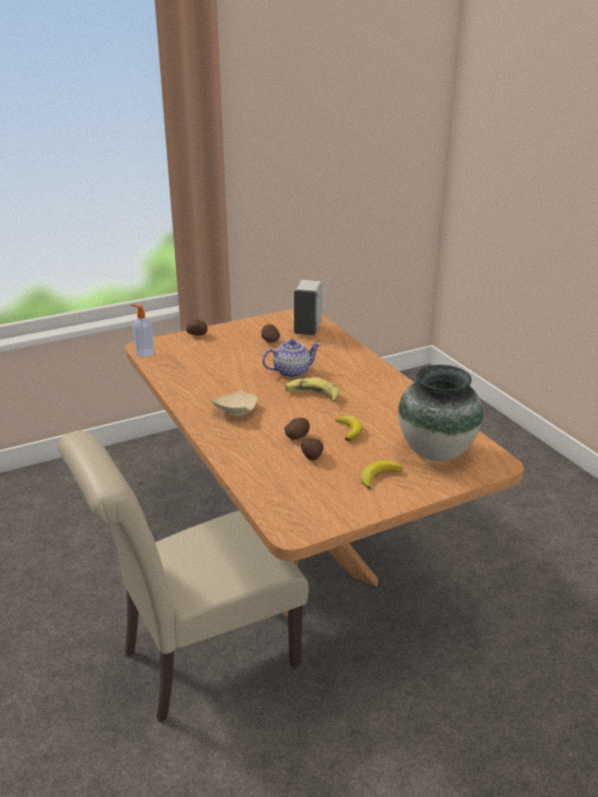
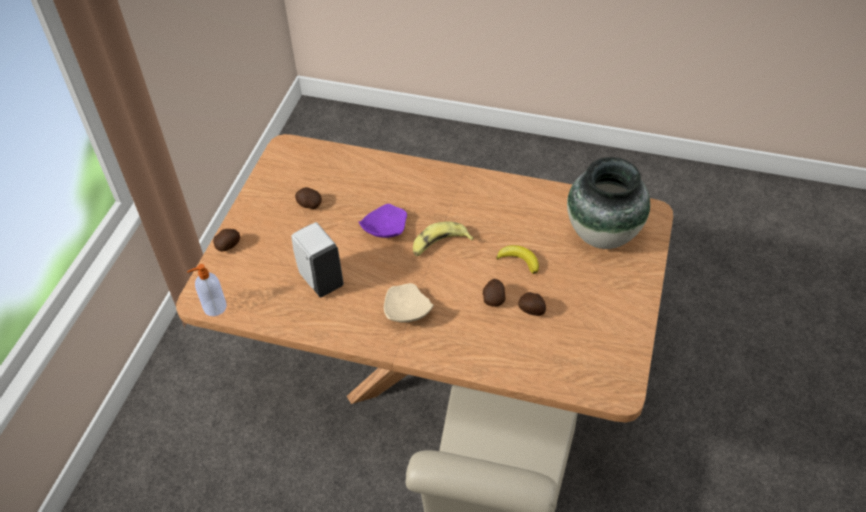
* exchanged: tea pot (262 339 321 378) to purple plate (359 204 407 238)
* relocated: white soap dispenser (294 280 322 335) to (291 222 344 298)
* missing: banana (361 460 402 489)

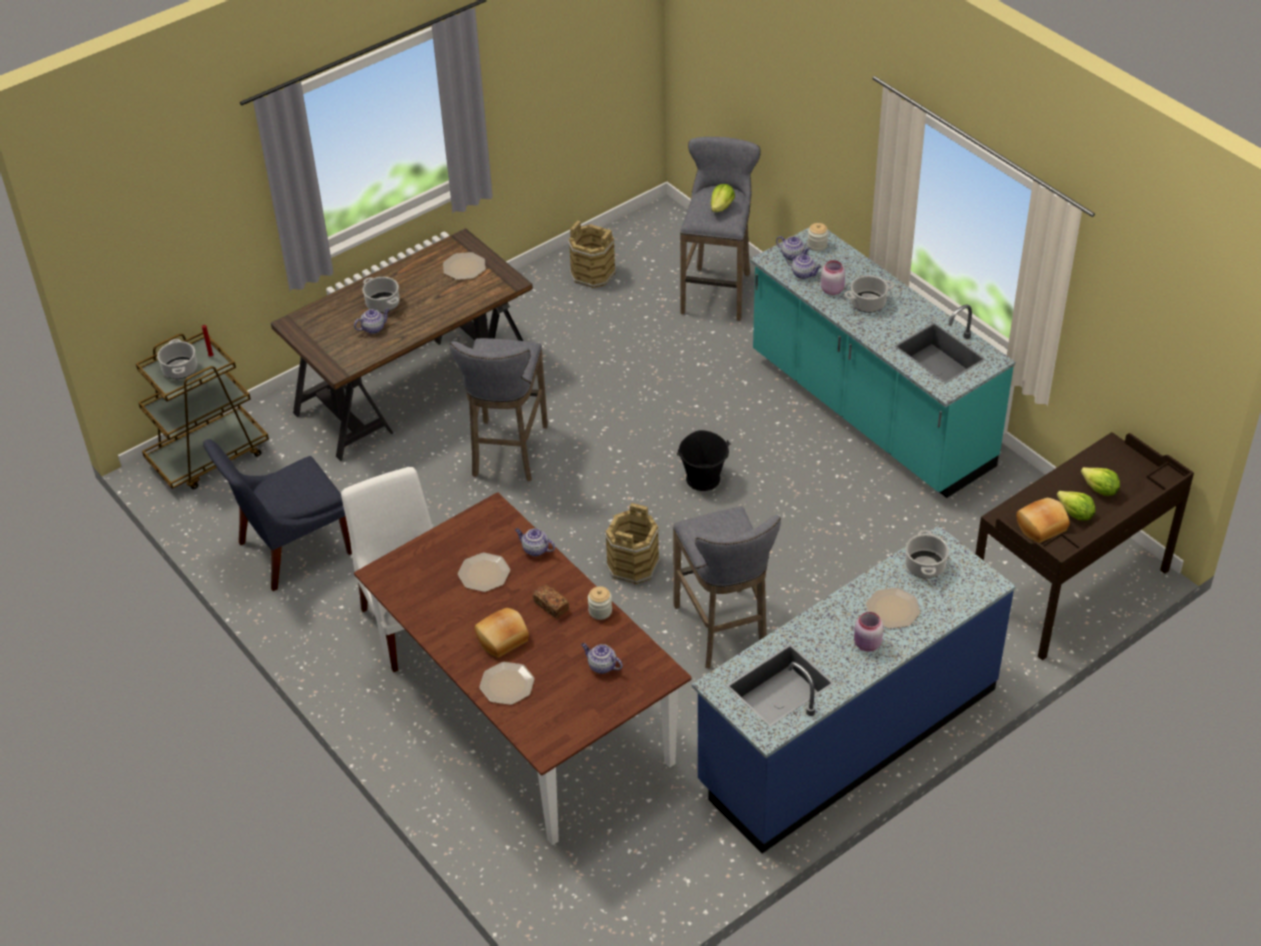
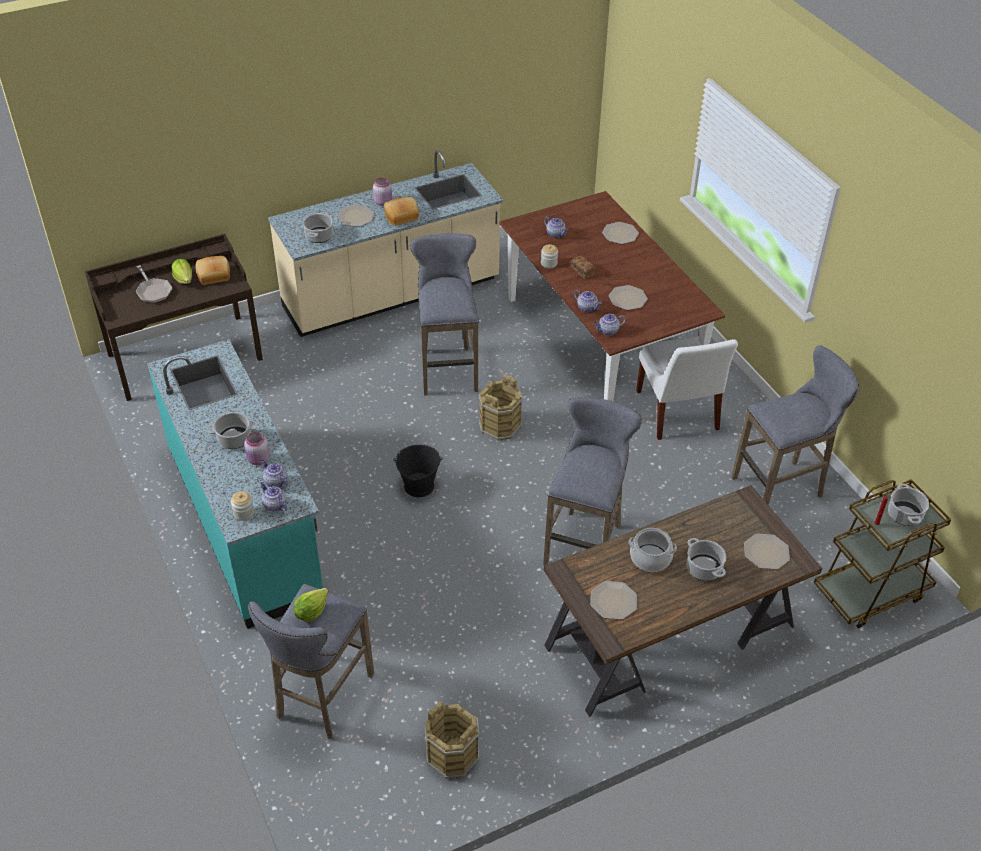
* exchanged: blue upright chair (203 439 352 591) to grey stool seat (731 345 859 505)
* relocated: tea pot (354 308 390 334) to (593 314 626 336)
* relocated: bread (474 608 529 658) to (384 197 419 226)
* colour: blue counter (692 525 1016 854) to beige-coloured counter (268 150 503 337)
* exchanged: lettuce head (1081 467 1120 496) to skillet (136 265 172 303)
* appeared: saucepot (629 528 677 572)
* appeared: plate (744 533 790 569)

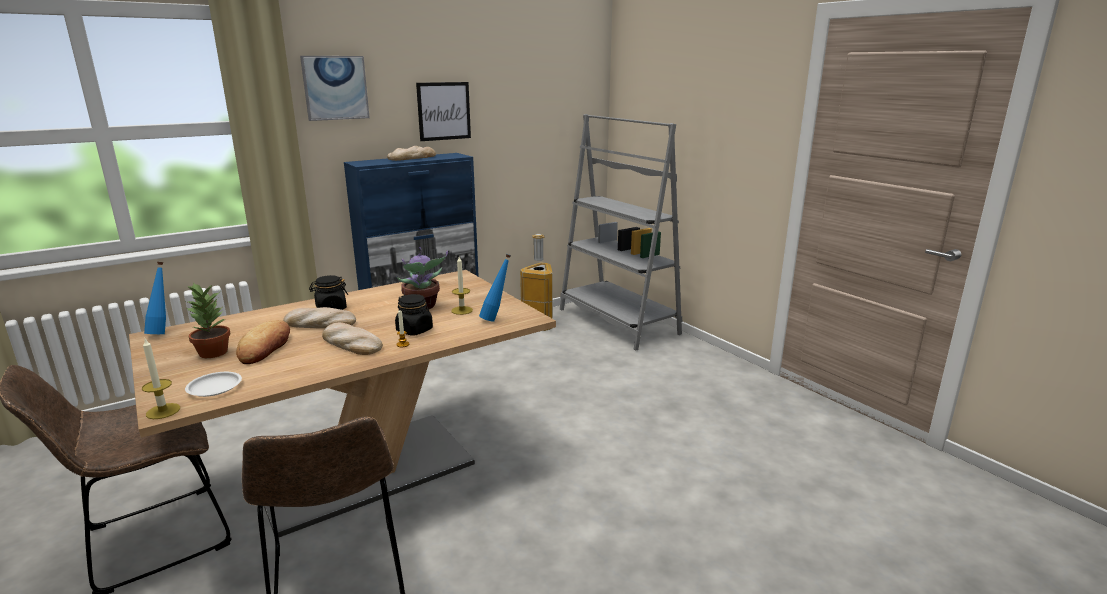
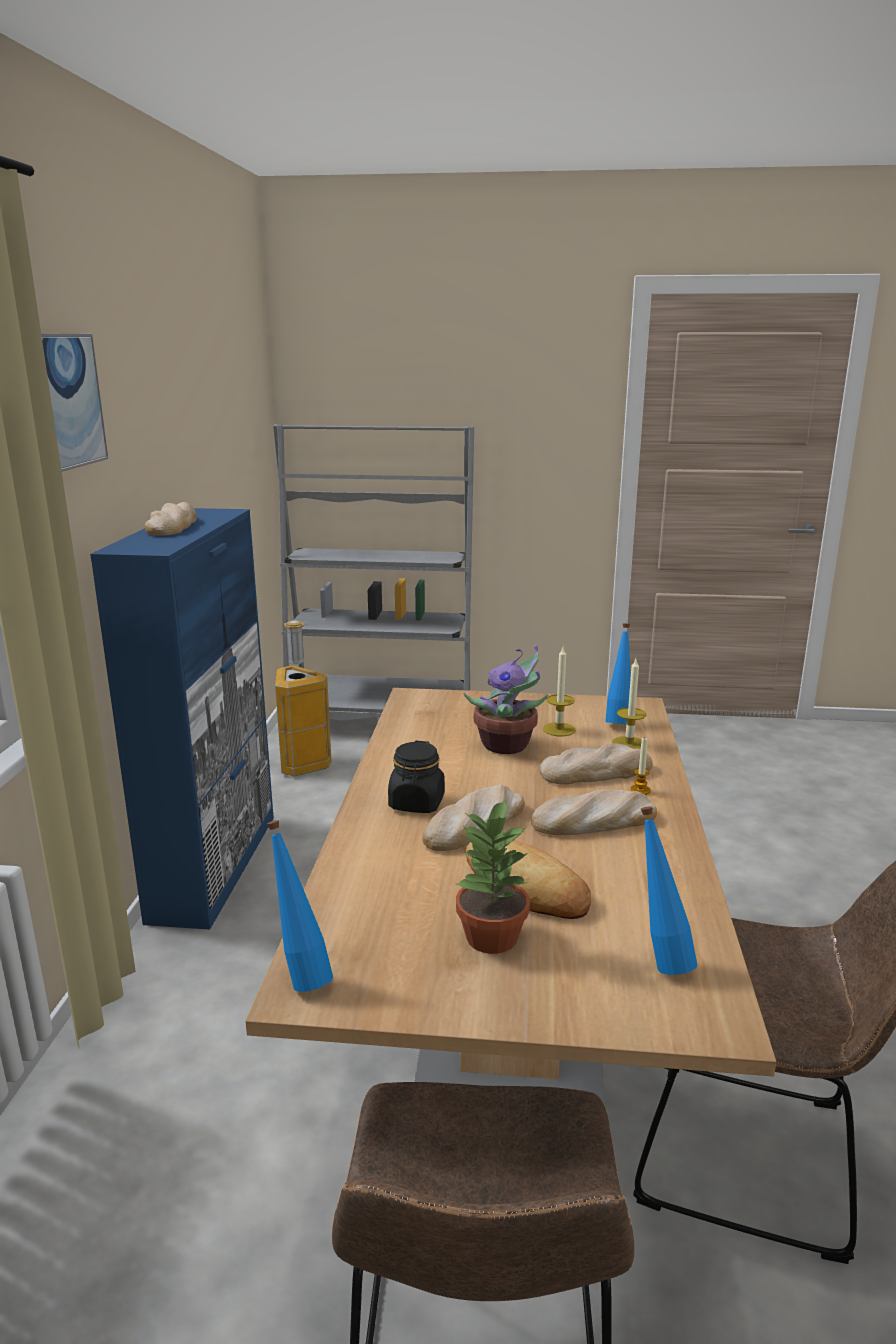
* relocated: wax candle (142 339 180 419) to (612 659 646 749)
* exchanged: white plate (185 372 242 397) to blue drink bottle (641 806 697 975)
* exchanged: black-coloured jar (395 294 433 336) to bread (539 744 653 785)
* missing: wall art (416 82 471 141)

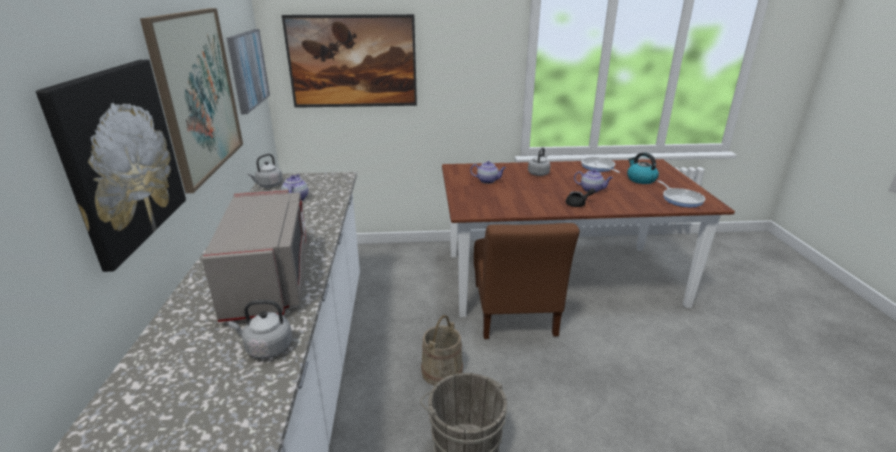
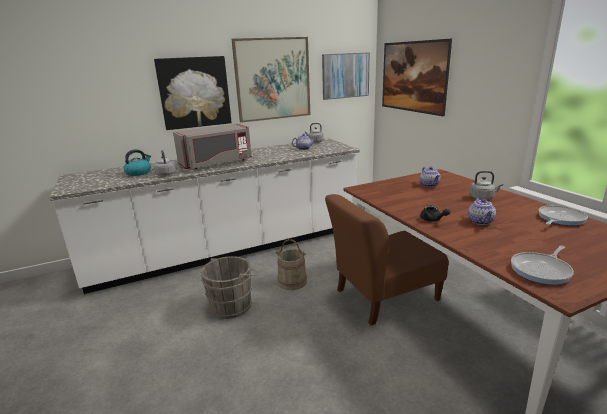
* relocated: water kettle (627 152 659 184) to (123 149 151 176)

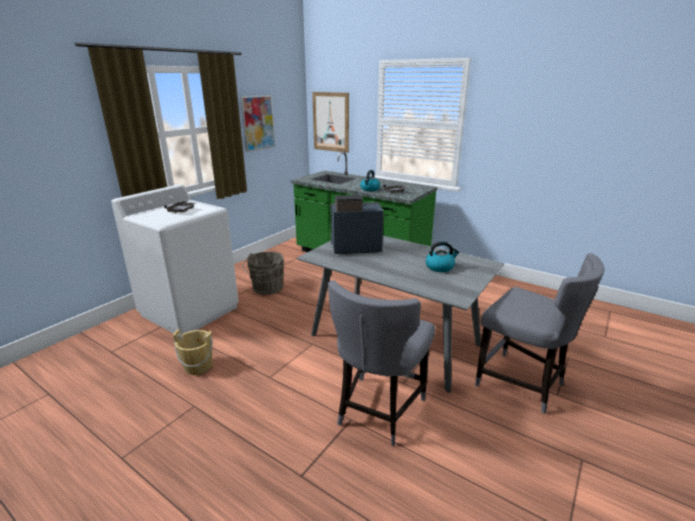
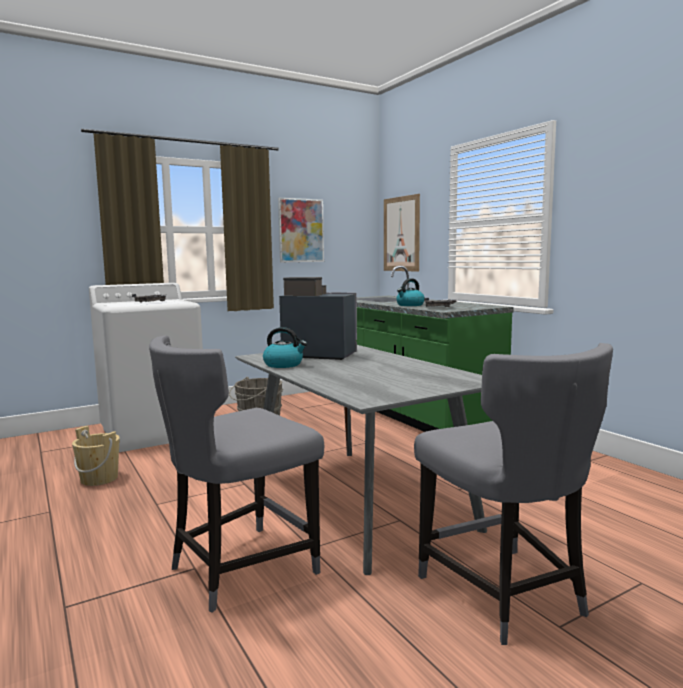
* relocated: water kettle (426 242 459 272) to (263 327 307 368)

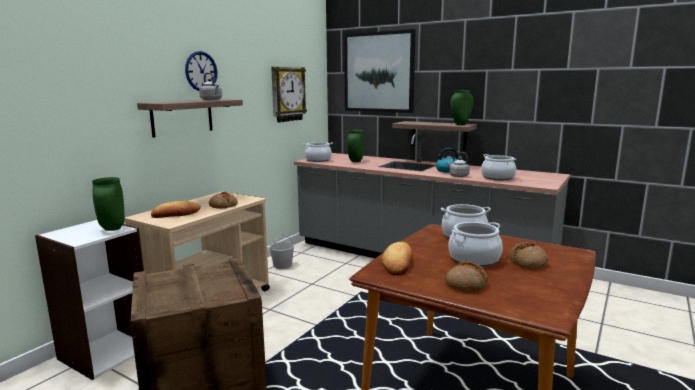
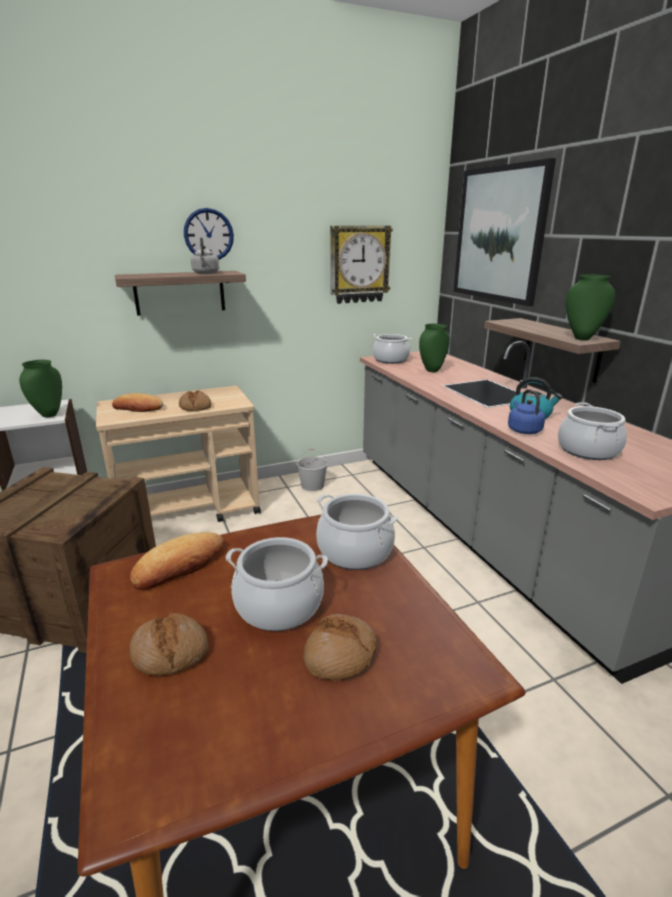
* colour: grey water kettle (446 152 470 177) to blue water kettle (508 389 545 434)

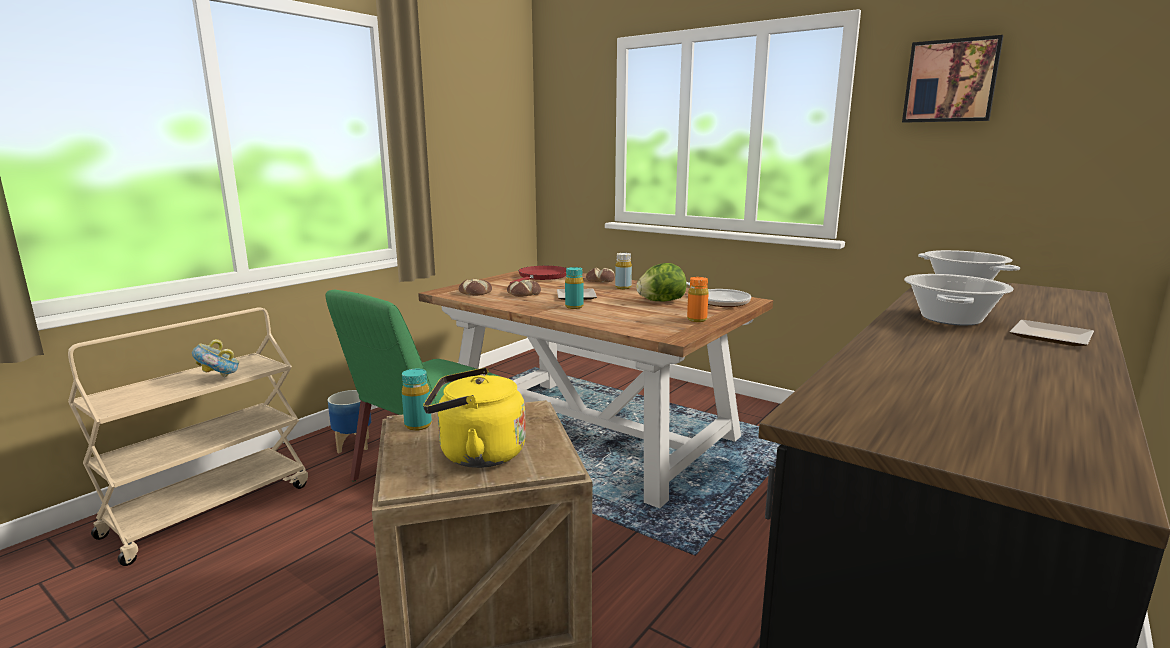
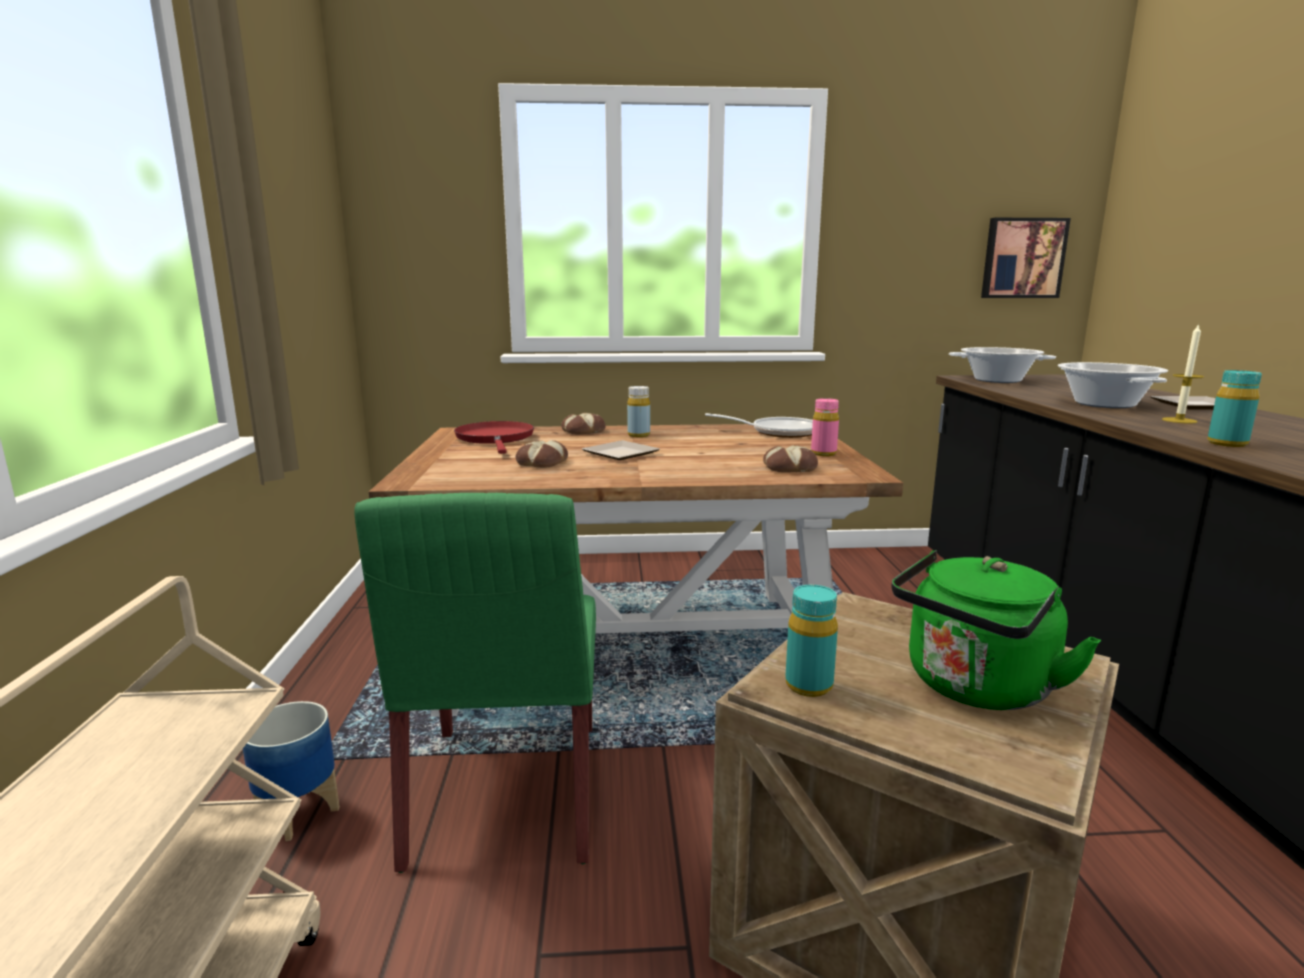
* missing: serving bowl (192 339 239 377)
* colour: yellow water kettle (423 368 526 468) to greenish water kettle (892 550 1101 710)
* relocated: bread (459 279 492 296) to (763 445 818 472)
* relocated: turquoise drink bottle (565 267 584 309) to (1207 370 1262 447)
* missing: lettuce head (636 263 686 301)
* colour: orange drink bottle (687 277 709 322) to pink-coloured drink bottle (811 398 839 456)
* relocated: wall art (902 35 1003 123) to (981 218 1071 298)
* appeared: wax candle (1162 323 1204 423)

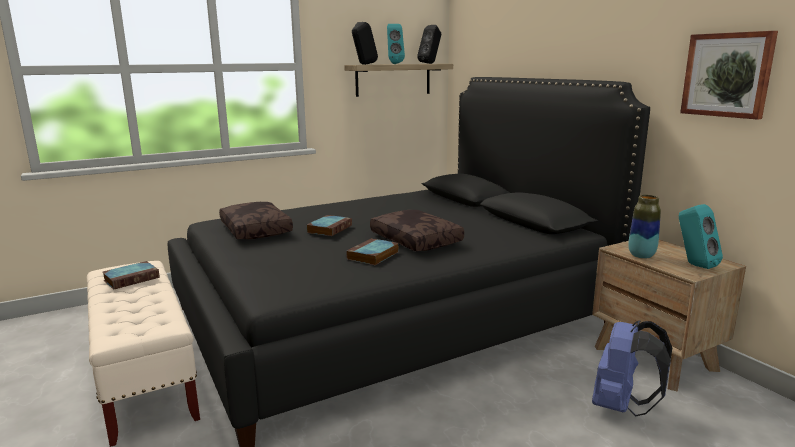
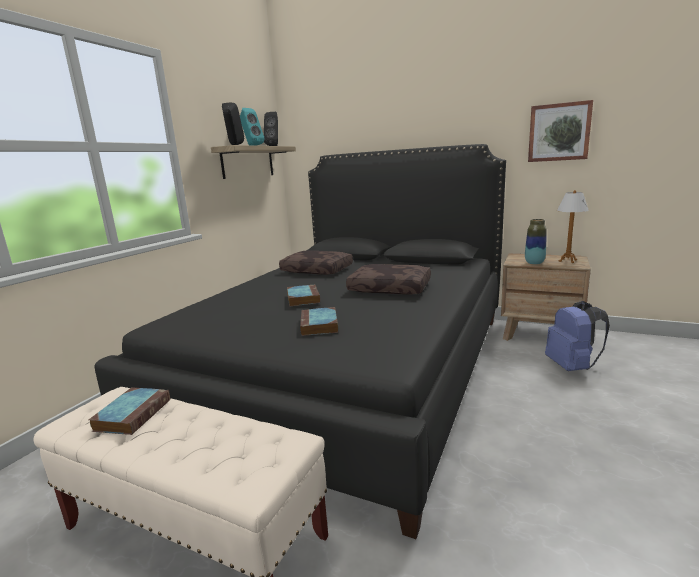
* relocated: brown-coloured cushion (219 202 293 239) to (279 250 353 275)
* relocated: bound book (346 238 399 265) to (300 307 338 336)
* exchanged: turquoise speaker (679 204 723 269) to lamp for a table (557 190 589 263)

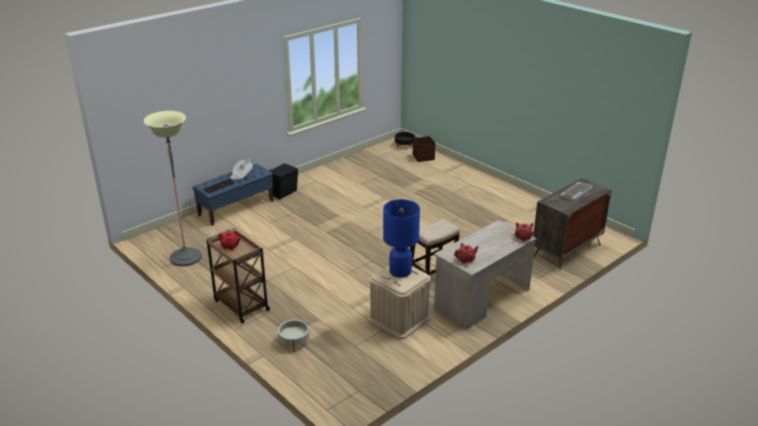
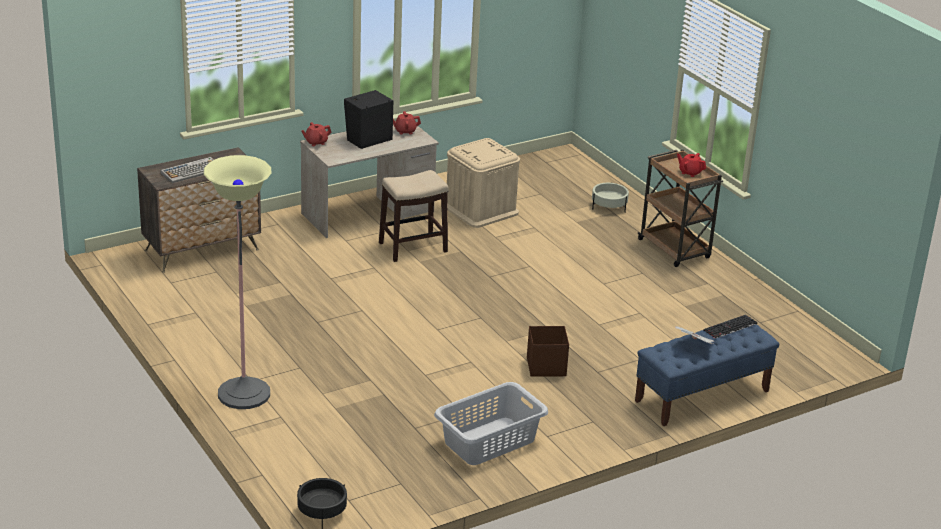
* relocated: standing lamp (144 111 202 266) to (204 155 272 409)
* relocated: black-coloured speaker (270 163 298 199) to (344 90 393 149)
* missing: blue lamp for a table (383 199 420 278)
* relocated: brown-coloured storage container (413 136 435 162) to (527 326 569 377)
* appeared: grey hamper (434 382 548 465)

